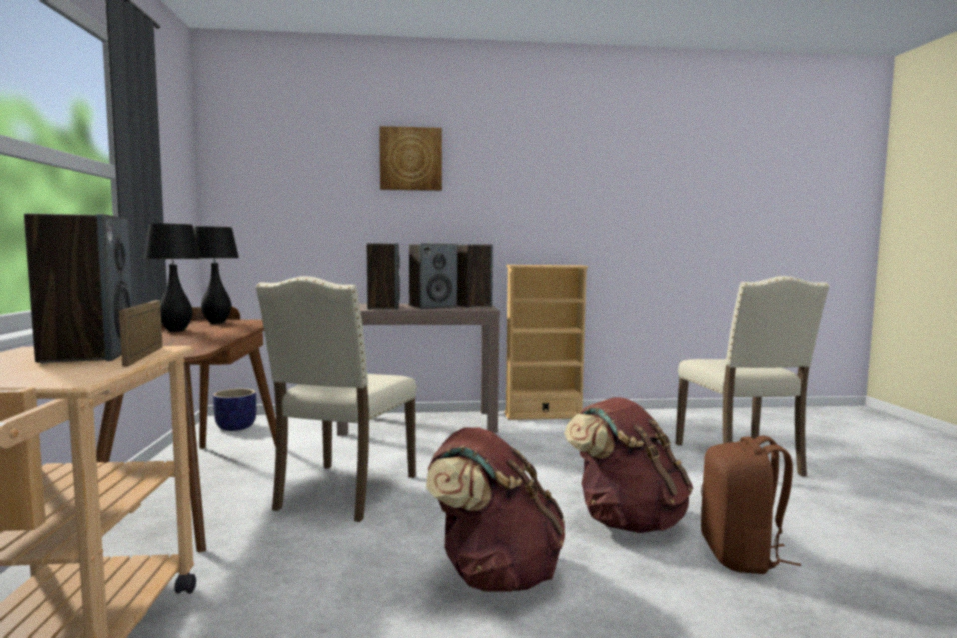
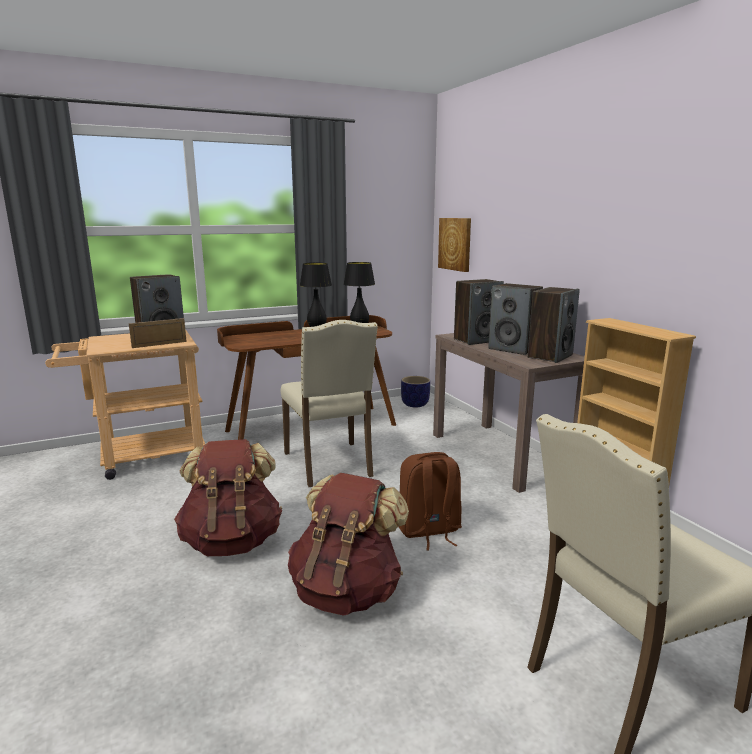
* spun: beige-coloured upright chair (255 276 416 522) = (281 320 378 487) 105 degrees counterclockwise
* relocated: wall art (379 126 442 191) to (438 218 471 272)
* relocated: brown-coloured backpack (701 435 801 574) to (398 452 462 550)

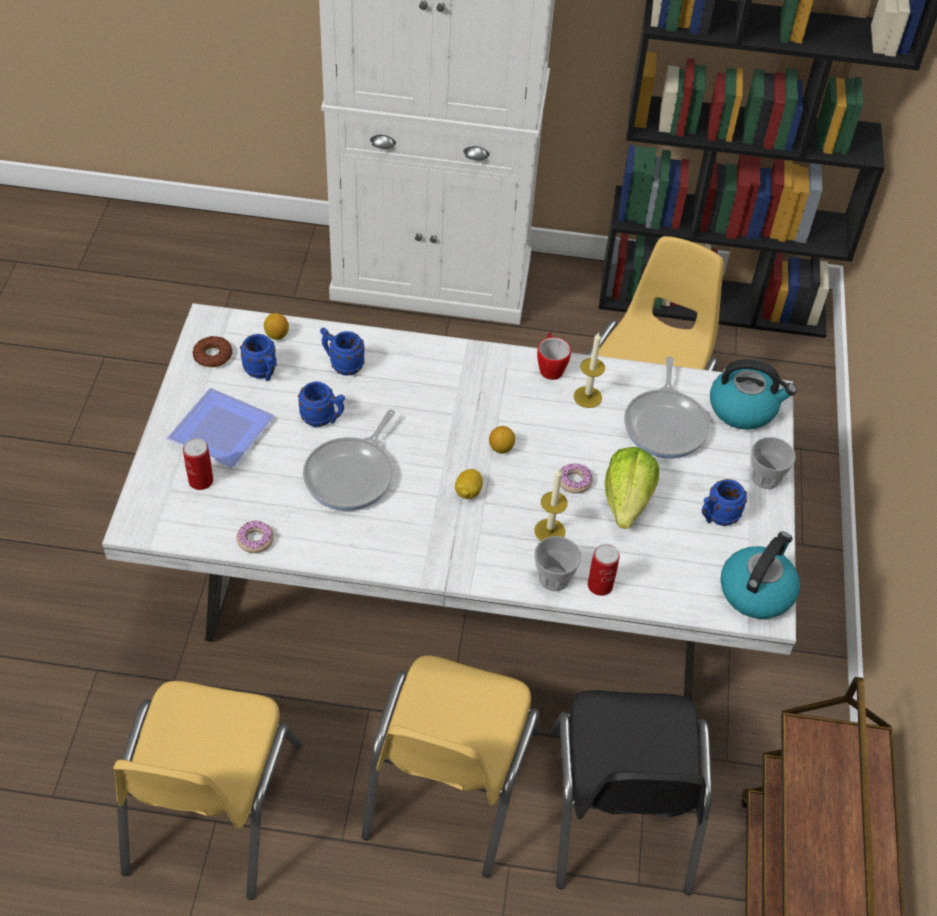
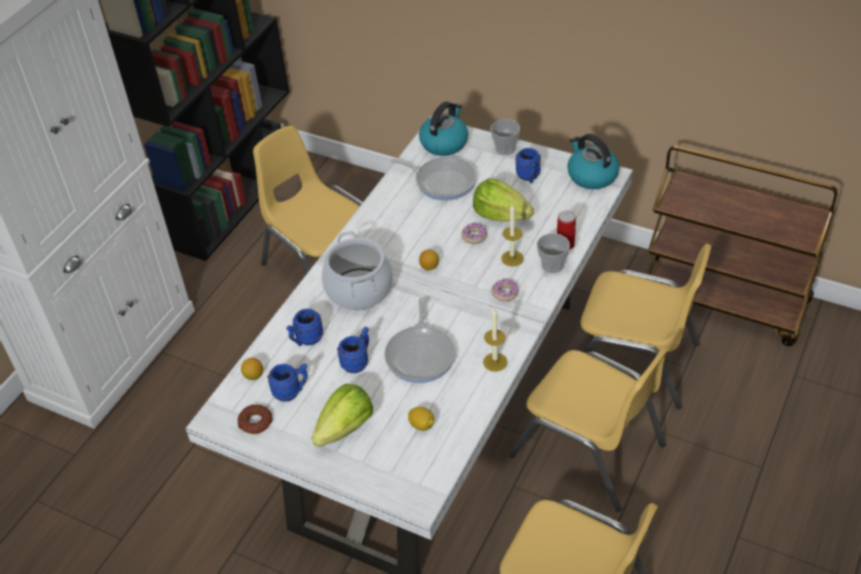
* exchanged: plate (167 388 275 468) to lettuce head (312 384 373 447)
* missing: sealed can (183 438 213 490)
* relocated: ring doughnut (236 520 274 553) to (492 279 519 302)
* spun: skillet (303 409 395 511) = (384 298 455 383) 45 degrees clockwise
* relocated: citrus fruit (455 469 483 499) to (408 407 434 431)
* missing: mug (537 332 571 380)
* colour: black-coloured upright chair (550 690 712 895) to yellow upright chair (581 244 712 409)
* relocated: wax candle (573 332 605 408) to (483 308 508 372)
* appeared: saucepot (322 231 393 310)

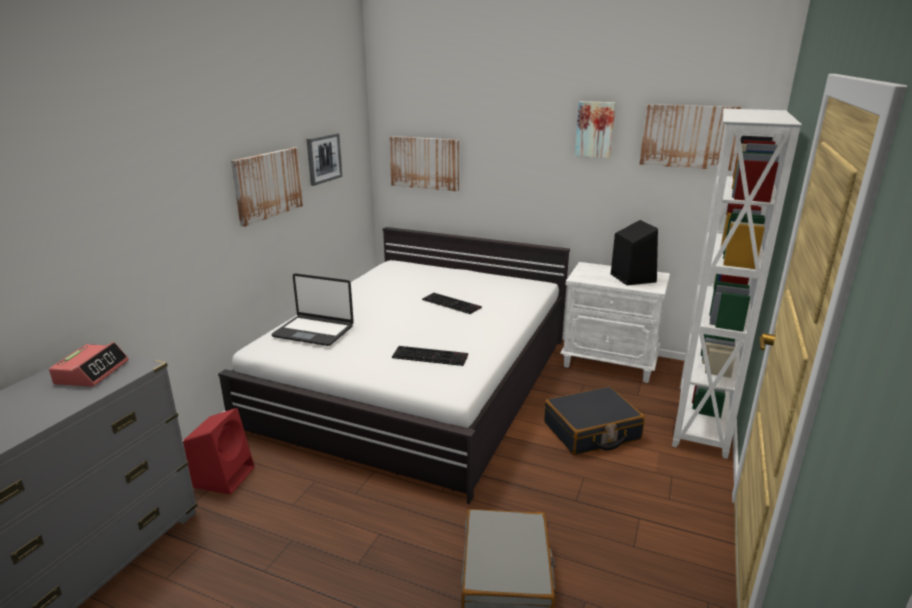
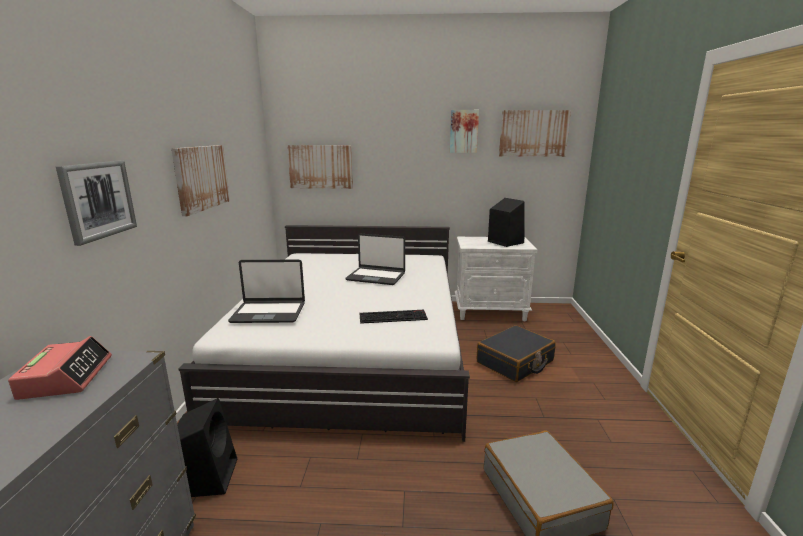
* colour: reddish speaker (183 408 255 495) to black-coloured speaker (177 398 237 497)
* relocated: wall art (307 133 342 186) to (56 161 137 246)
* exchanged: PC keyboard (422 293 482 314) to portable computer (345 234 405 285)
* missing: white bookcase (672 109 802 459)

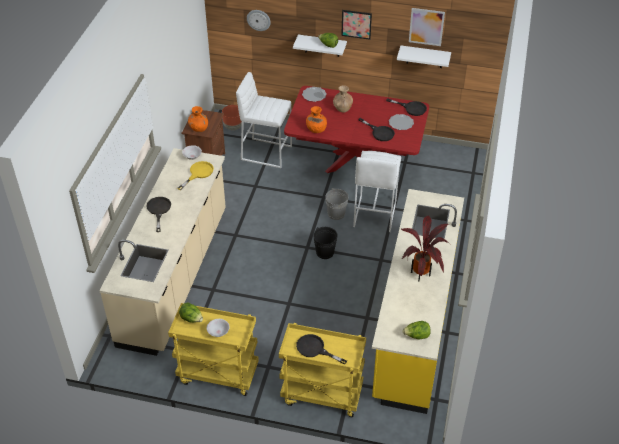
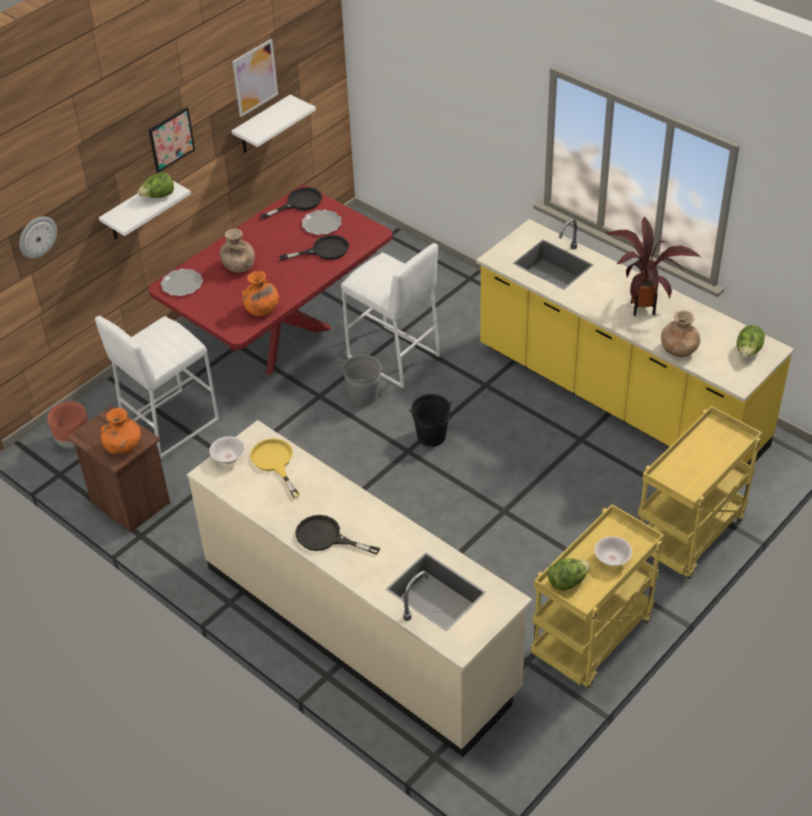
* missing: black-coloured skillet (296 334 347 365)
* appeared: brown-coloured vase (661 310 701 357)

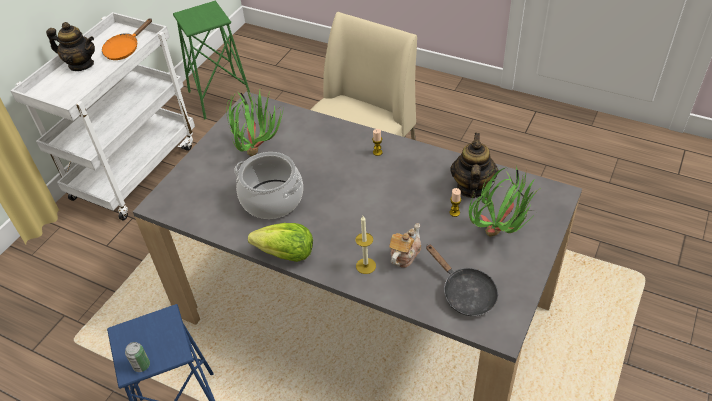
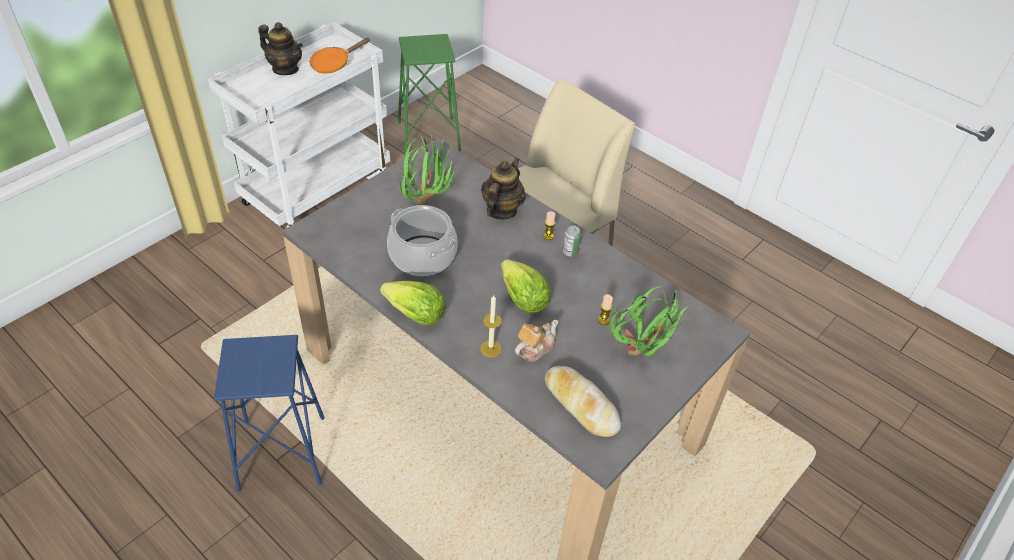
* relocated: sealed can (125 342 150 372) to (563 226 581 257)
* exchanged: black-coloured skillet (426 244 498 316) to bread (545 366 621 437)
* relocated: tea pot (450 133 498 198) to (481 157 526 219)
* appeared: lettuce head (501 259 551 314)

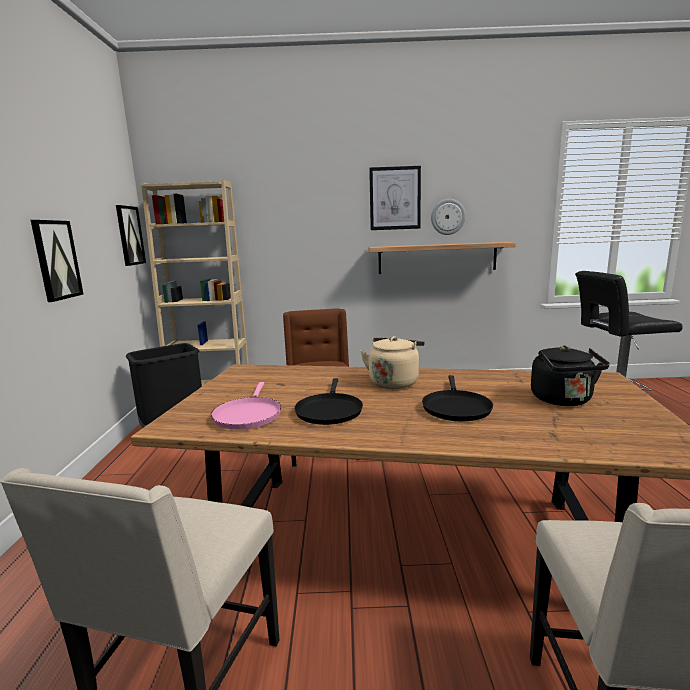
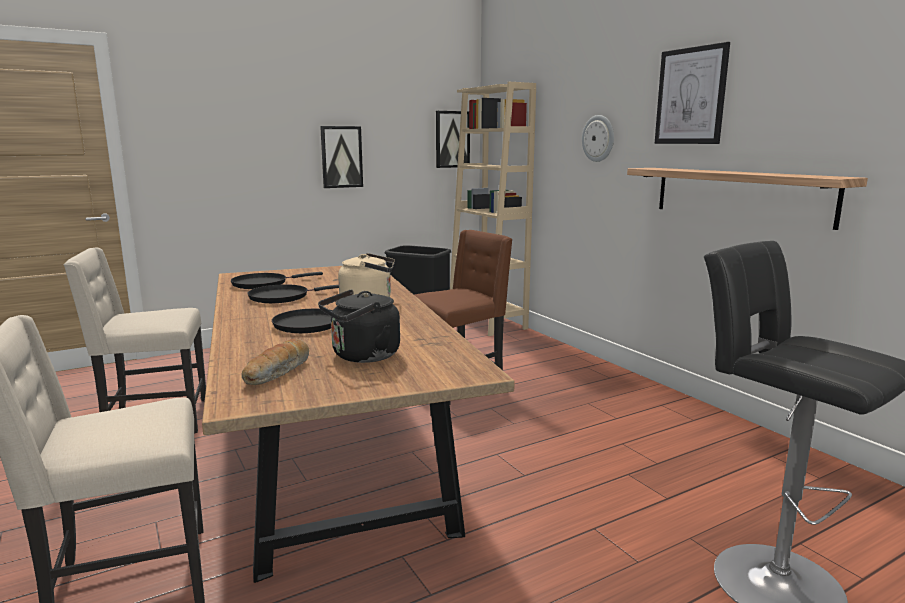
* colour: pink-coloured skillet (211 382 281 430) to black-coloured skillet (230 272 323 289)
* relocated: clock on the wall (431 199 466 235) to (582 115 614 162)
* appeared: bread (242 339 309 385)

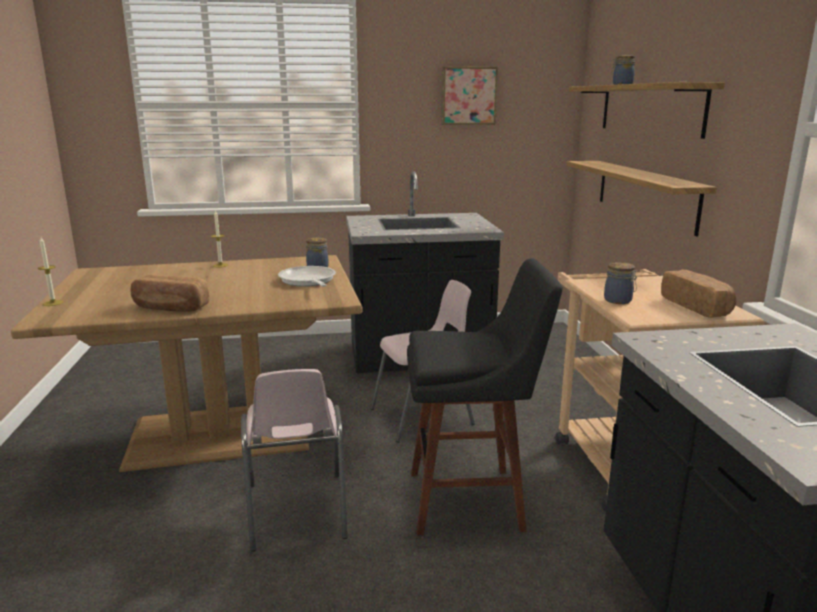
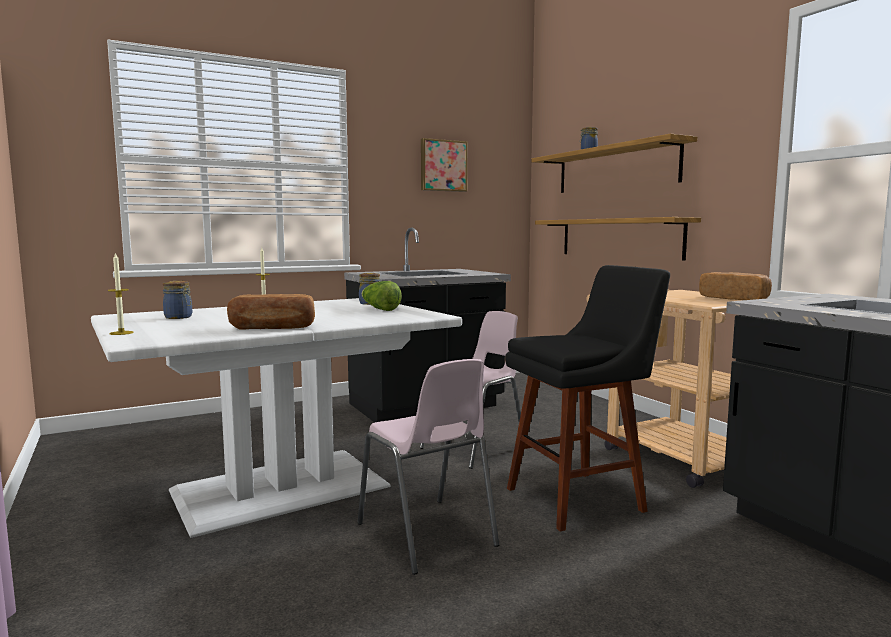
* colour: brown-coloured dining table (11 255 363 472) to white dining table (91 298 462 538)
* exchanged: skillet (278 266 336 287) to lettuce head (362 281 402 311)
* relocated: jar (604 262 637 304) to (163 281 192 319)

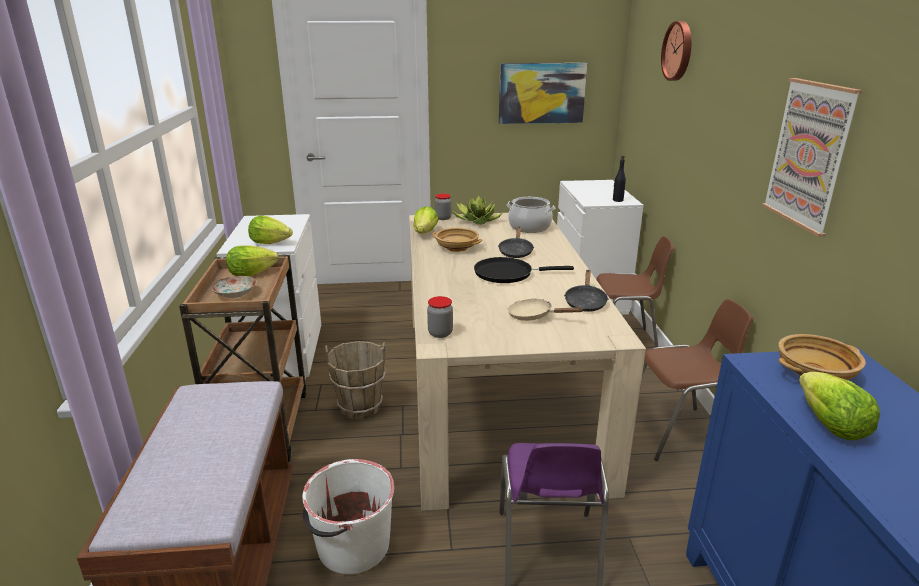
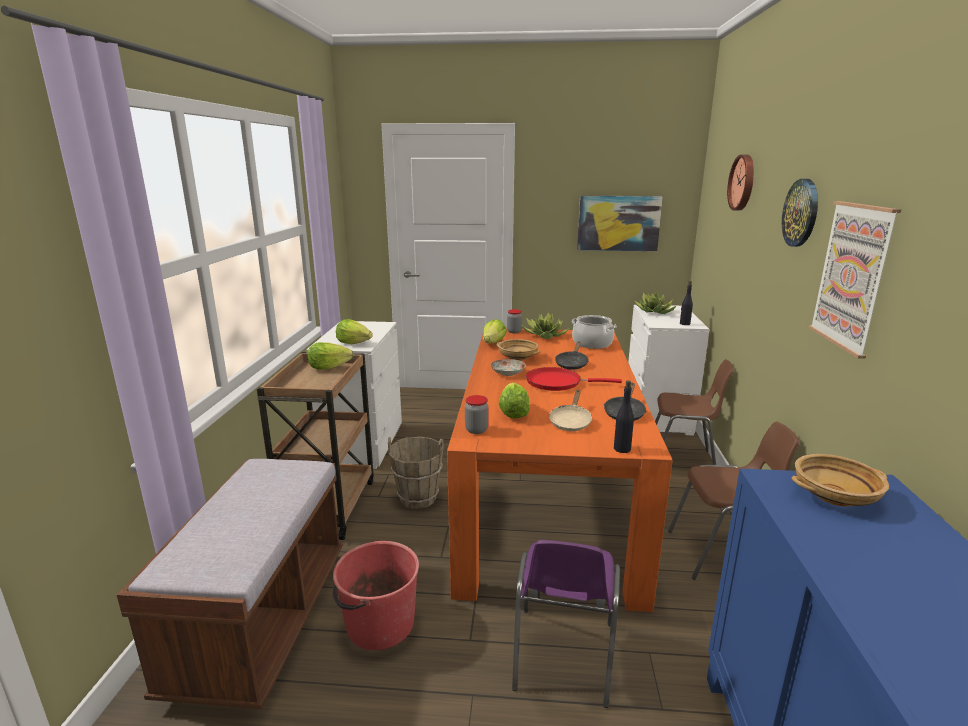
* relocated: plate (211 276 256 298) to (491 359 526 376)
* colour: white water bucket (302 459 394 574) to reddish water bucket (333 541 419 650)
* colour: beige-coloured dining table (409 213 646 511) to orange dining table (447 328 673 612)
* colour: black-coloured skillet (474 257 574 283) to reddish skillet (526 367 622 391)
* spun: beige-coloured skillet (508 298 583 321) = (549 390 593 431) 105 degrees counterclockwise
* relocated: lettuce head (799 372 880 440) to (499 383 530 419)
* appeared: black-coloured drink bottle (614 381 634 453)
* appeared: plant in a pot (634 291 676 314)
* appeared: clock on the wall (782 179 818 247)

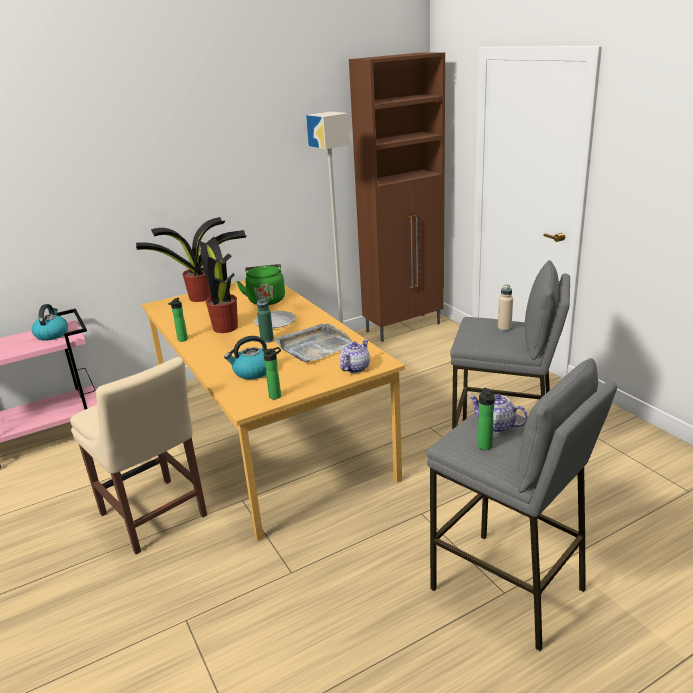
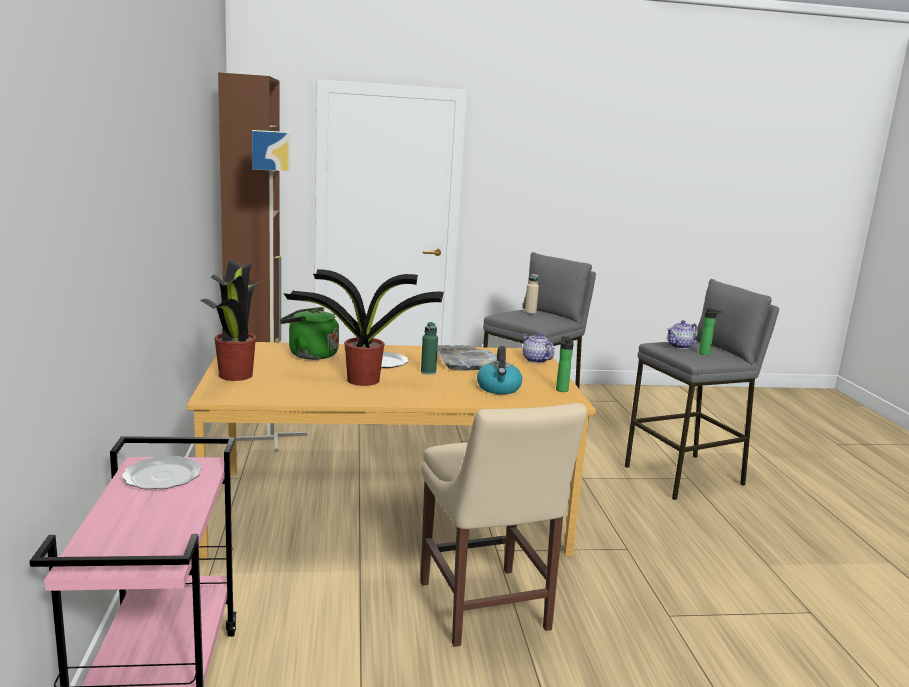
* exchanged: water kettle (32 304 68 341) to plate (122 456 202 490)
* spun: beige-coloured upright chair (70 357 207 555) = (421 403 587 647) 90 degrees clockwise
* missing: drink bottle (168 298 188 342)

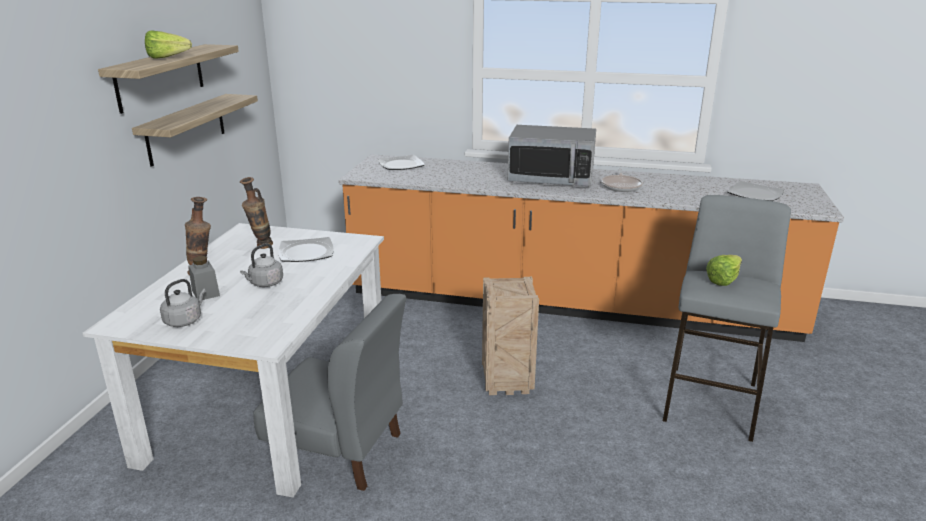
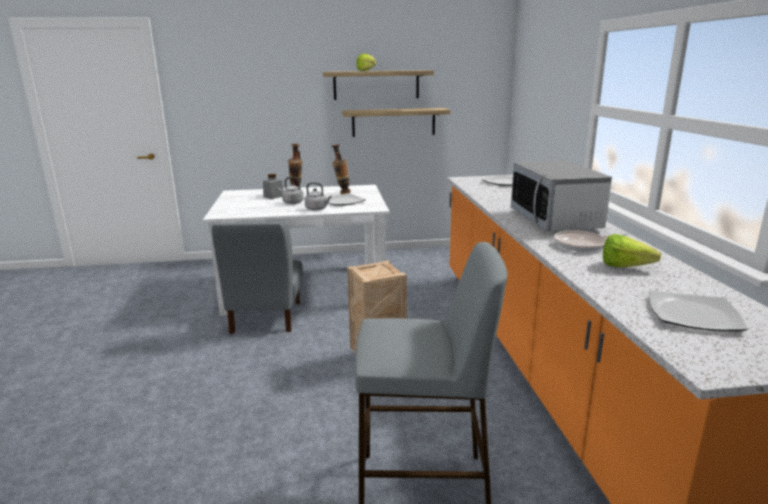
* relocated: grey water kettle (160 279 206 327) to (305 182 332 211)
* relocated: lettuce head (706 255 742 286) to (603 234 661 267)

